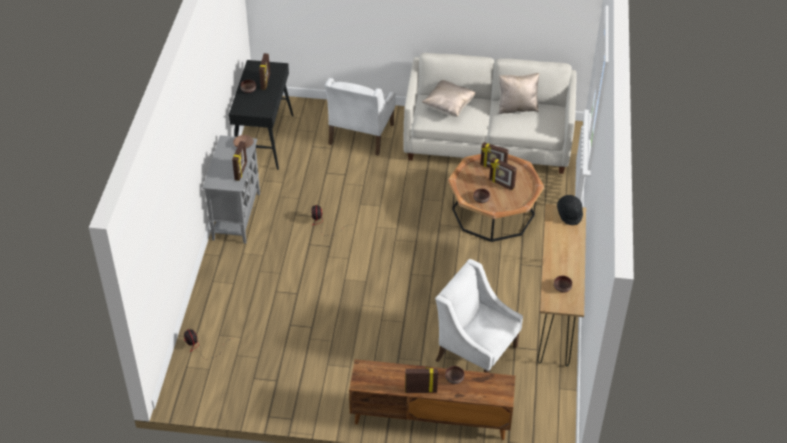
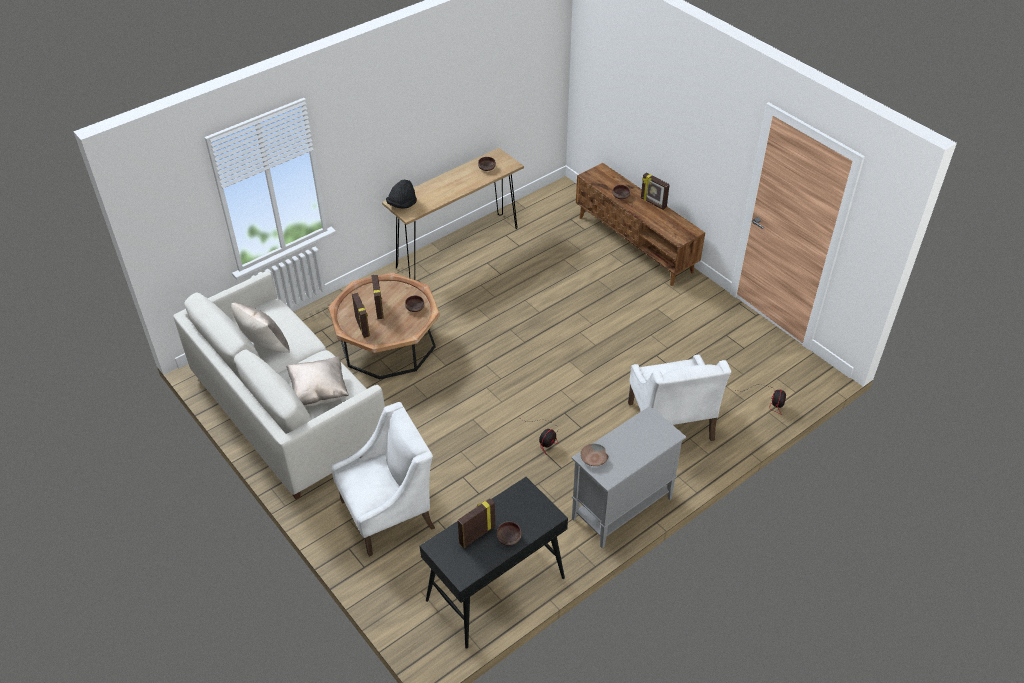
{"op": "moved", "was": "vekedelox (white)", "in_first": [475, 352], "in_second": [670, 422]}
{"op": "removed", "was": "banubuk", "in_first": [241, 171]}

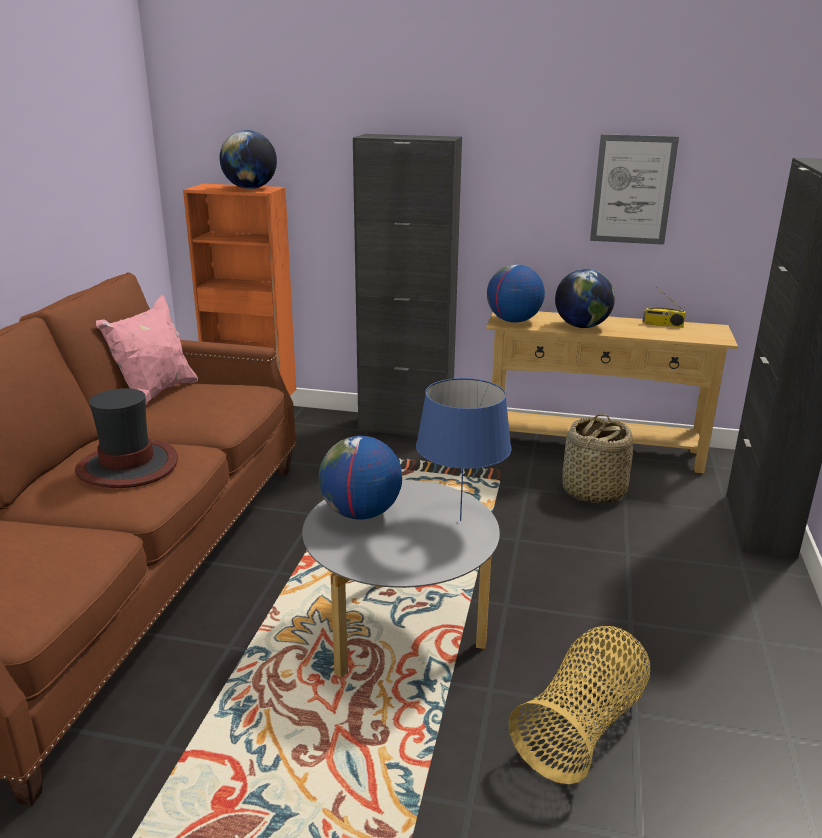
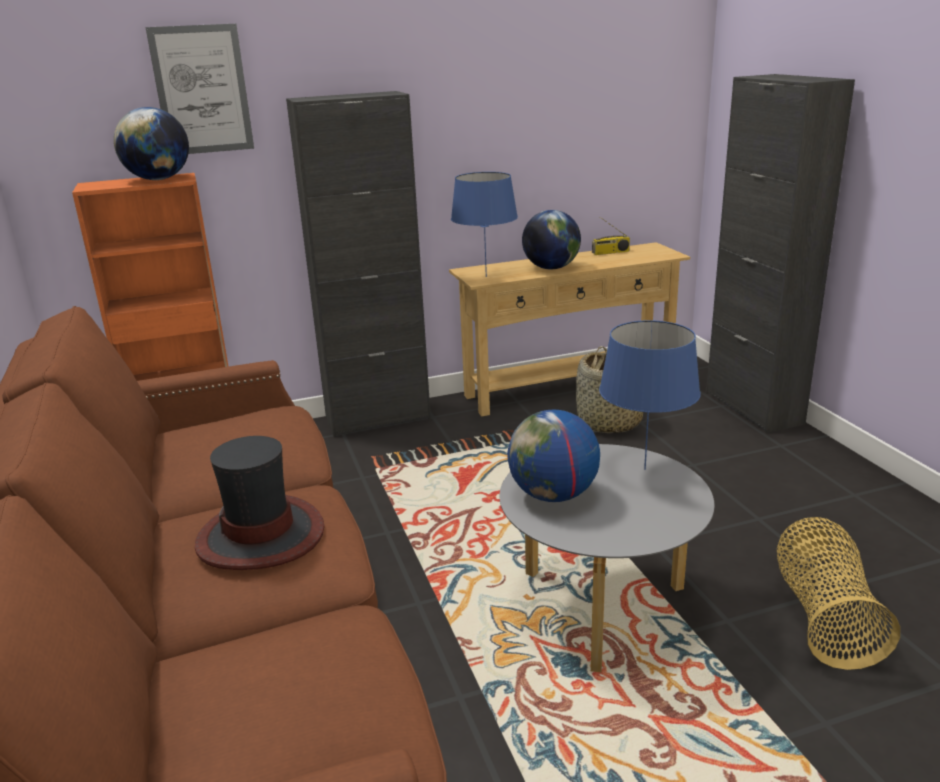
{"op": "moved", "was": "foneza", "in_first": [632, 190], "in_second": [202, 90]}
{"op": "replaced", "was": "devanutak", "now": "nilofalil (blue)", "in_first": [513, 321], "in_second": [486, 276]}
{"op": "removed", "was": "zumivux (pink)", "in_first": [155, 394]}

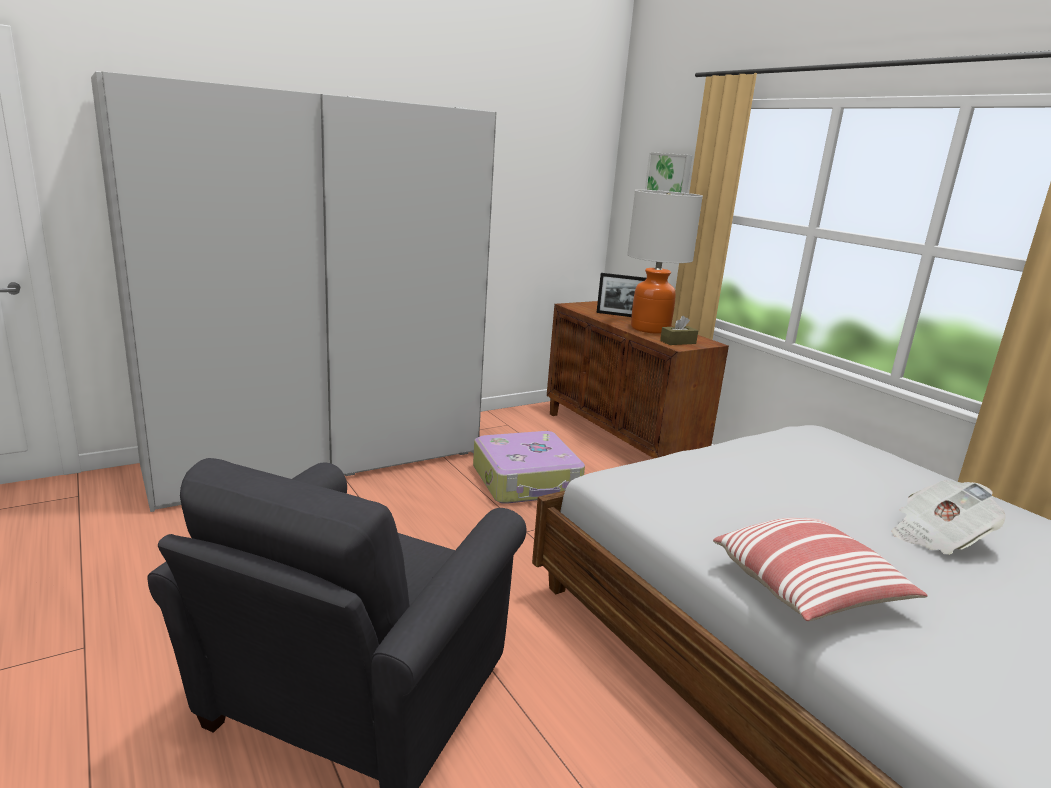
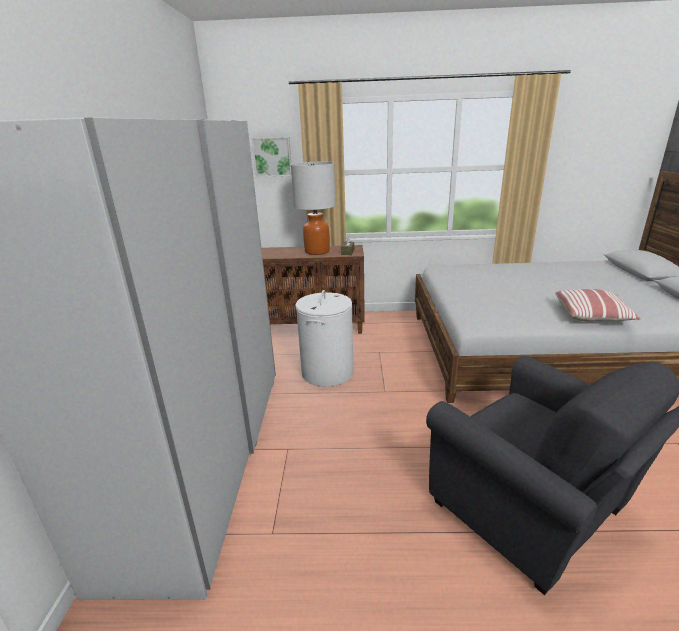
{"op": "replaced", "was": "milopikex", "now": "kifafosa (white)", "in_first": [527, 481], "in_second": [327, 372]}
{"op": "removed", "was": "banubuk", "in_first": [620, 315]}
{"op": "removed", "was": "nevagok", "in_first": [937, 537]}

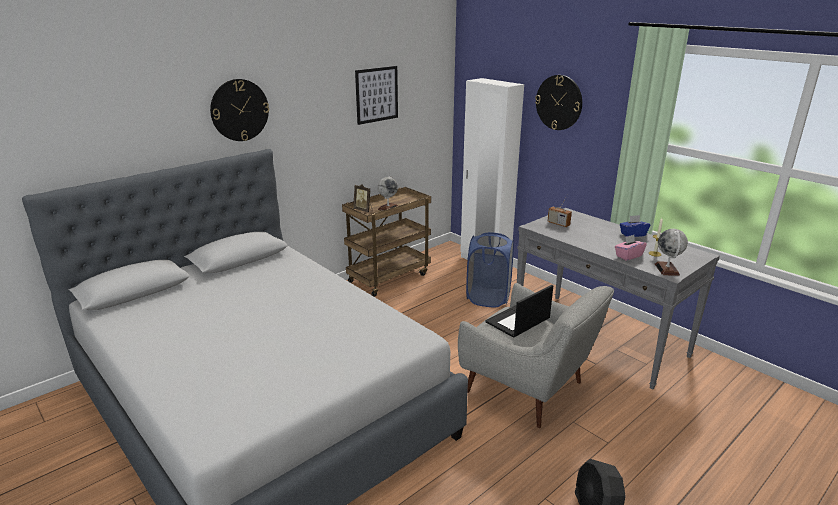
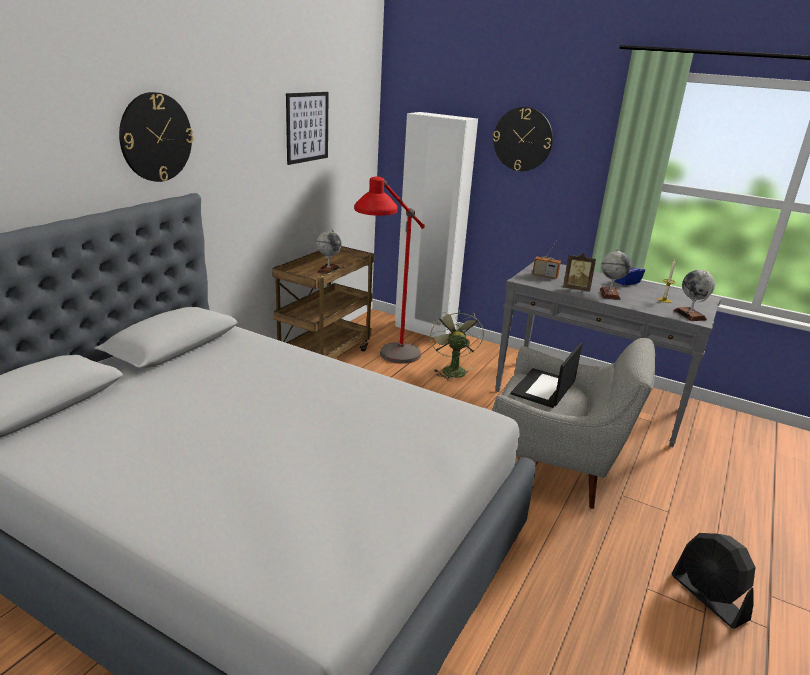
{"op": "added", "now": "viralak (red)", "in_second": [388, 366]}
{"op": "replaced", "was": "kifafosa (blue)", "now": "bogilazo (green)", "in_first": [488, 298], "in_second": [452, 369]}
{"op": "moved", "was": "banubuk", "in_first": [363, 210], "in_second": [576, 289]}
{"op": "added", "now": "devanutak", "in_second": [609, 294]}
{"op": "removed", "was": "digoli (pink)", "in_first": [628, 256]}

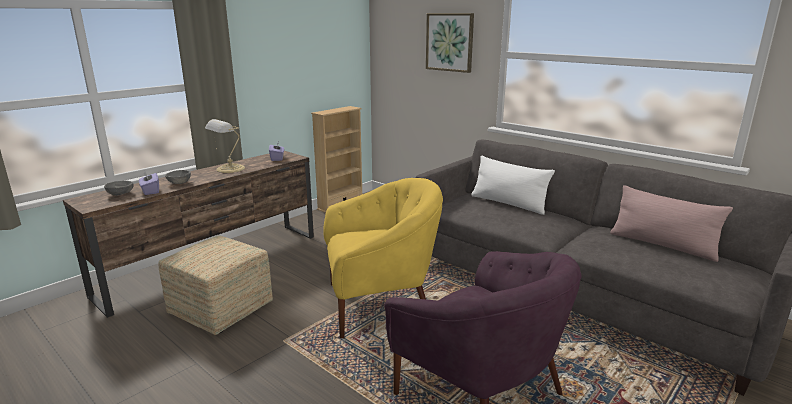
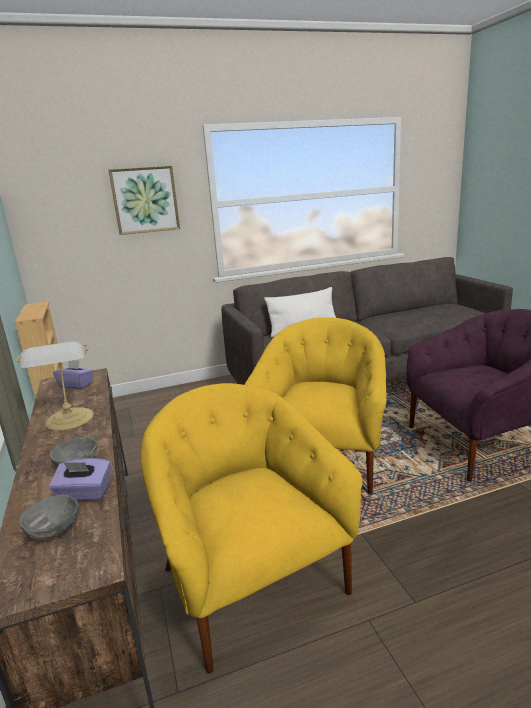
{"op": "replaced", "was": "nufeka", "now": "vekedelox (yellow)", "in_first": [222, 310], "in_second": [251, 580]}
{"op": "removed", "was": "zumivux (pink)", "in_first": [662, 245]}

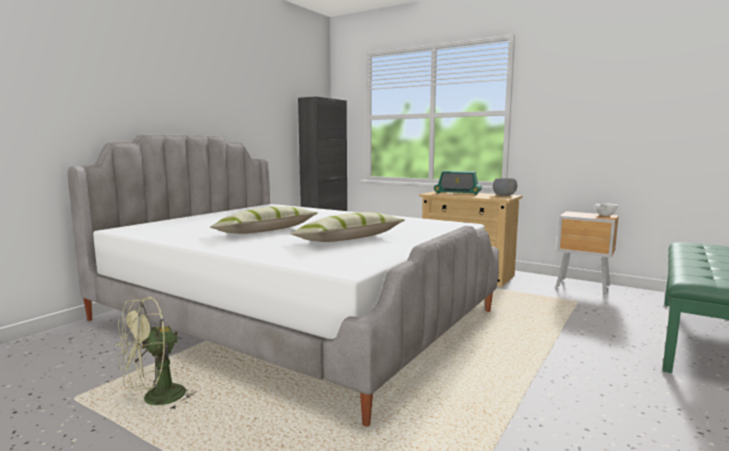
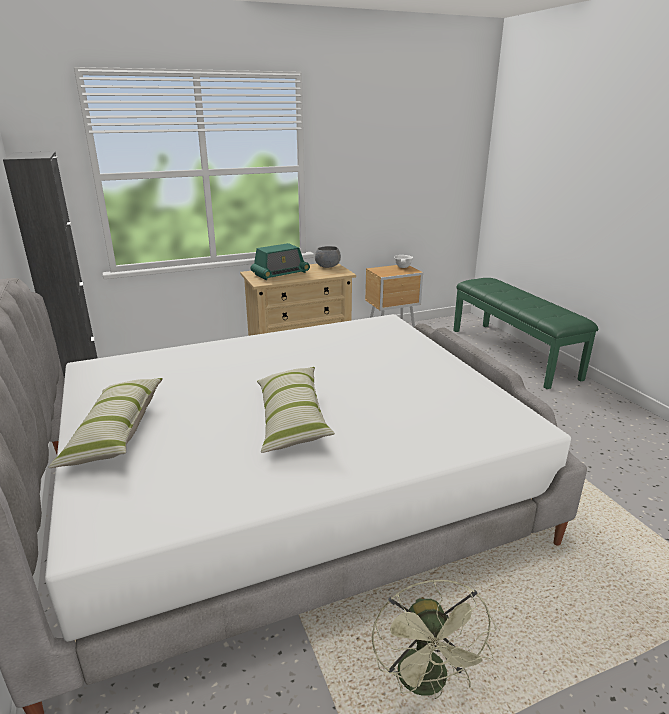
{"op": "moved", "was": "zumivux", "in_first": [349, 239], "in_second": [115, 432]}

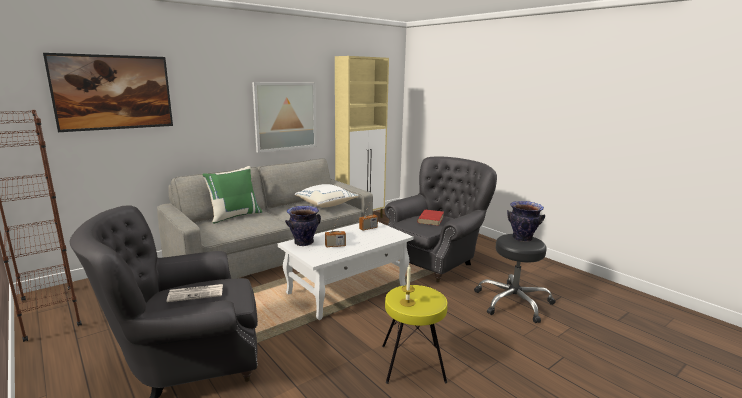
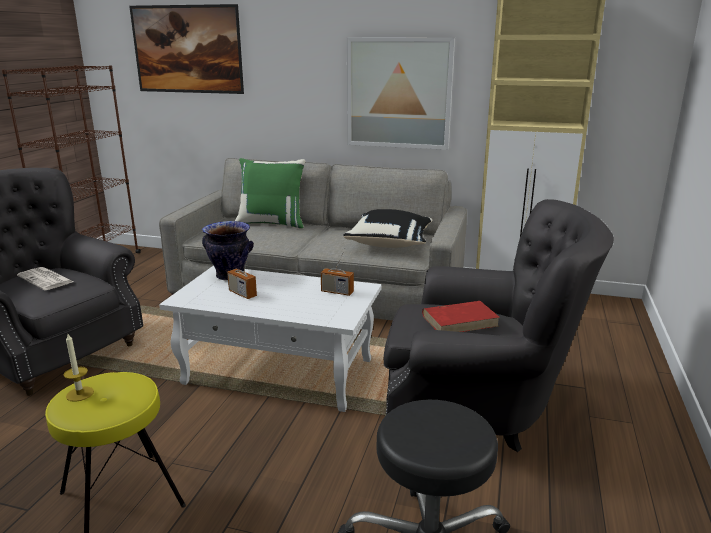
{"op": "recoloured", "was": "zumivux (white)", "now": "zumivux (black)", "in_first": [325, 204], "in_second": [390, 243]}
{"op": "removed", "was": "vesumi", "in_first": [522, 239]}

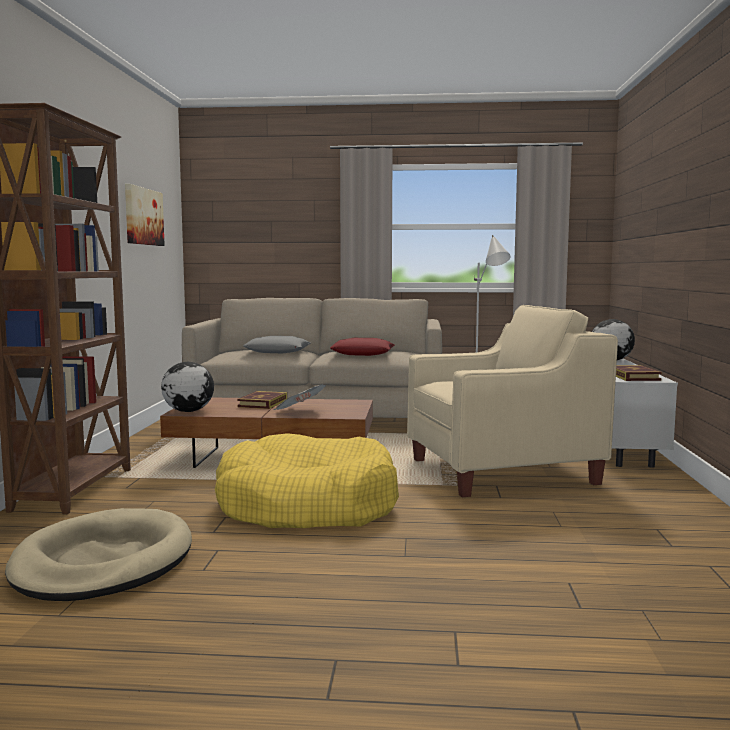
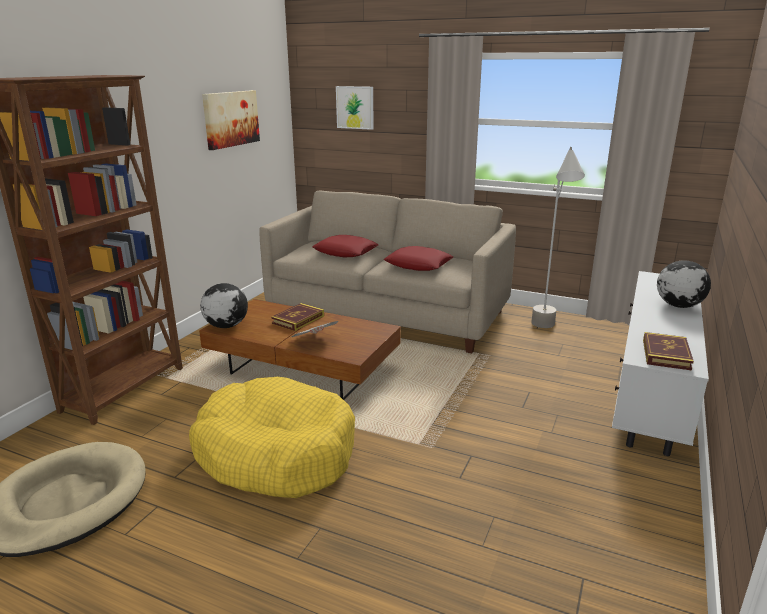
{"op": "recoloured", "was": "zumivux (grey)", "now": "zumivux (red)", "in_first": [277, 351], "in_second": [345, 252]}
{"op": "added", "now": "foneza", "in_second": [355, 107]}
{"op": "removed", "was": "vekedelox (beige)", "in_first": [502, 472]}

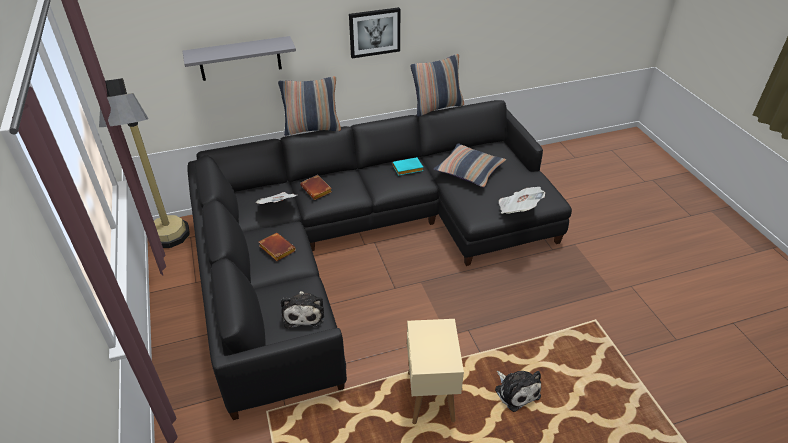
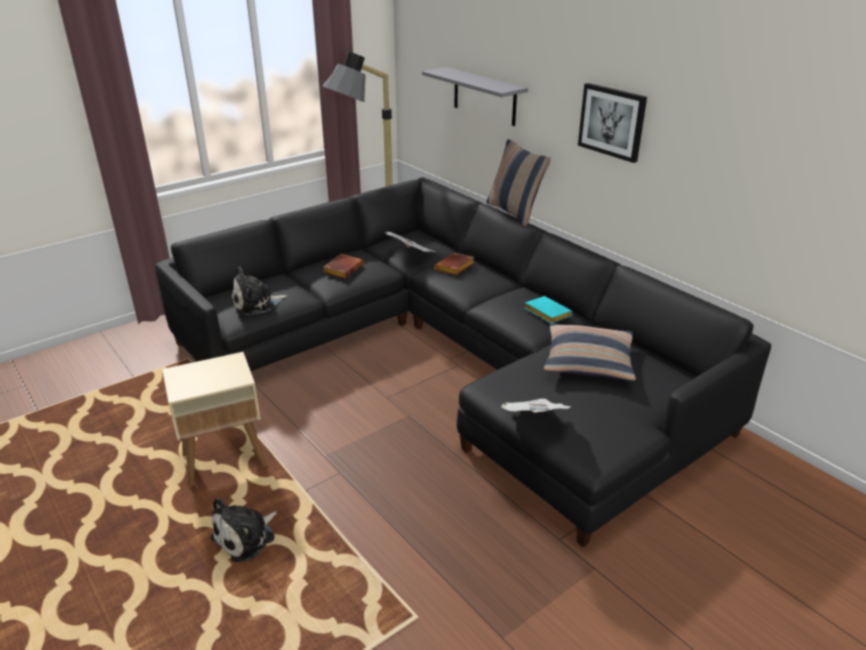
{"op": "removed", "was": "zumivux", "in_first": [437, 107]}

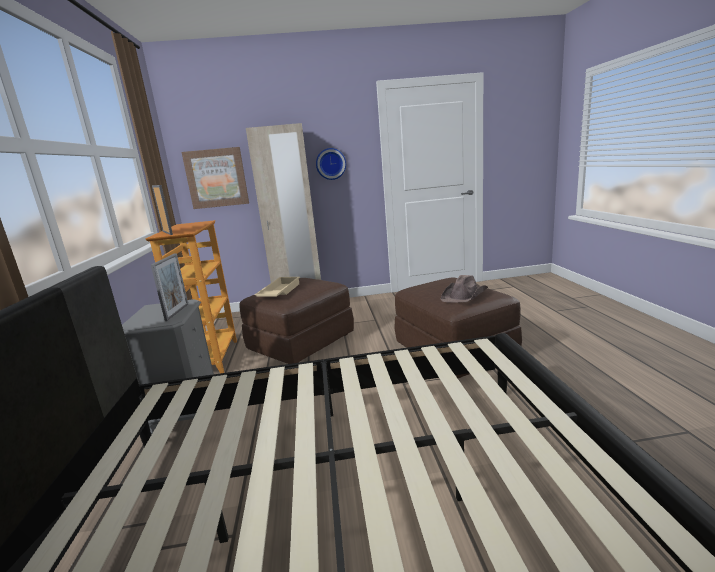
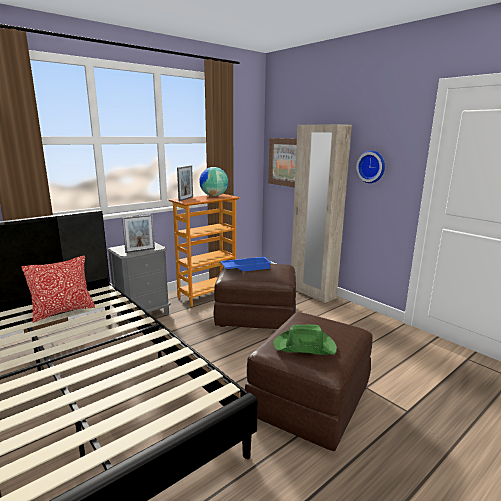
{"op": "added", "now": "zumivux", "in_second": [63, 311]}
{"op": "added", "now": "devanutak", "in_second": [213, 196]}
{"op": "recoloured", "was": "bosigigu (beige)", "now": "bosigigu (blue)", "in_first": [279, 292], "in_second": [245, 267]}
{"op": "recoloured", "was": "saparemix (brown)", "now": "saparemix (green)", "in_first": [464, 295], "in_second": [305, 347]}

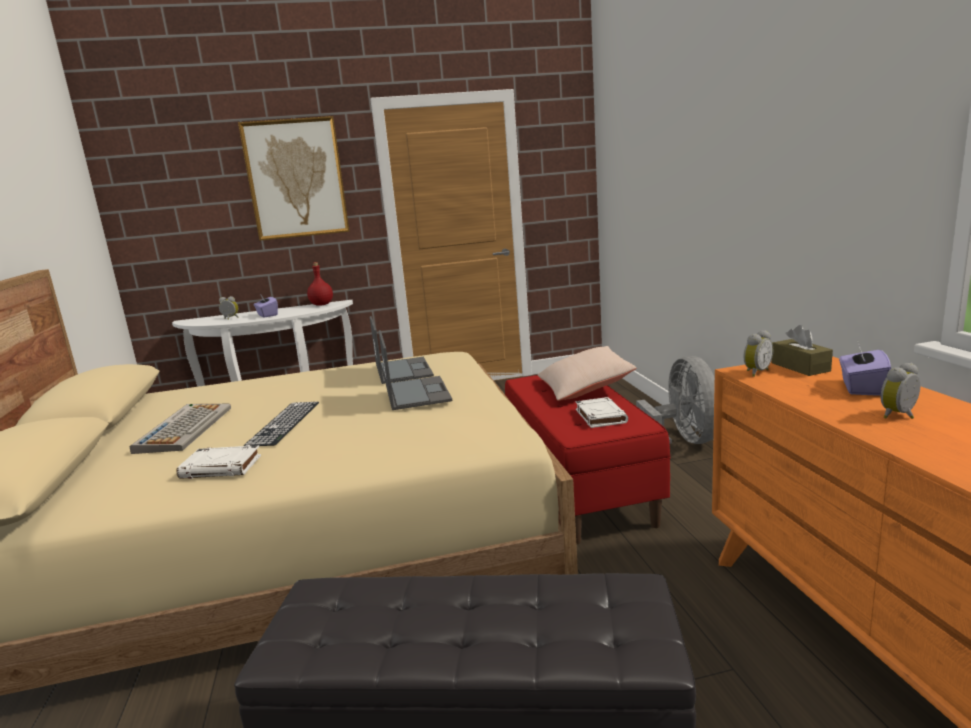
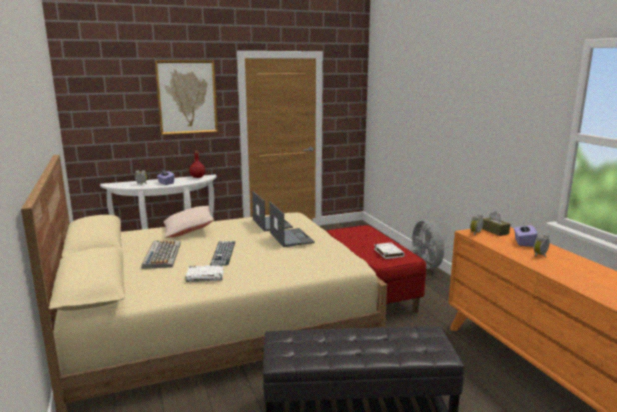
{"op": "moved", "was": "zumivux (beige)", "in_first": [584, 387], "in_second": [188, 230]}

